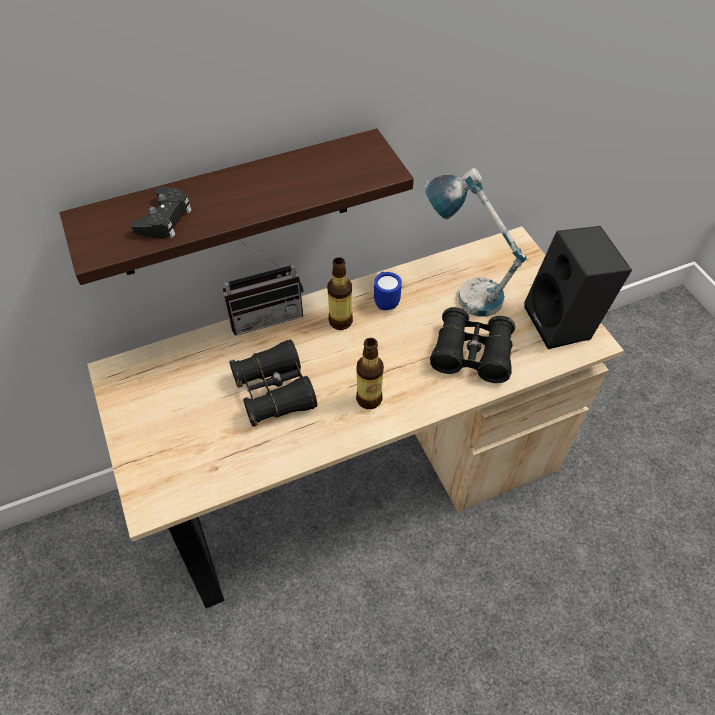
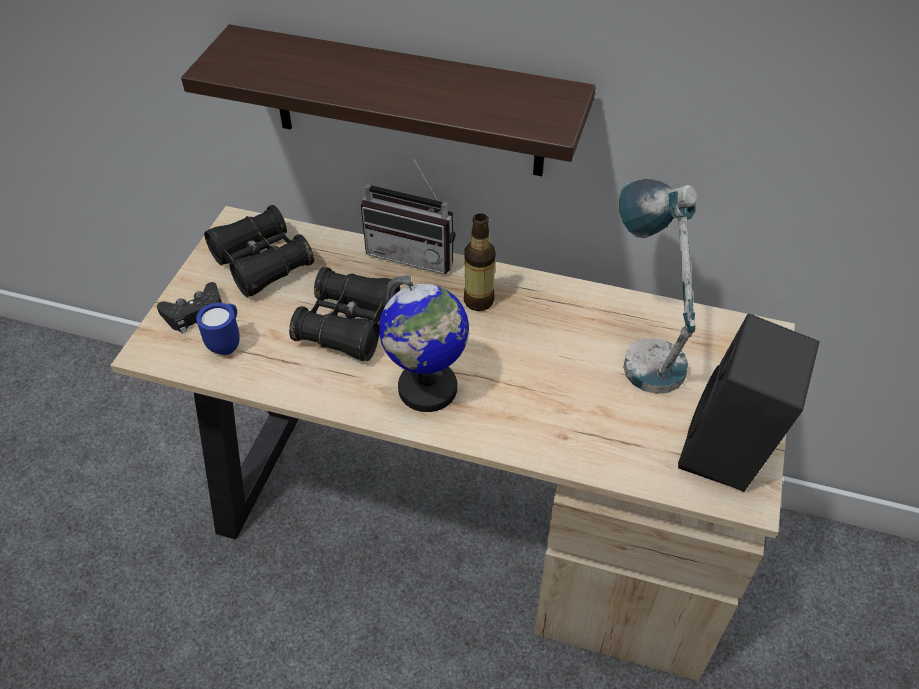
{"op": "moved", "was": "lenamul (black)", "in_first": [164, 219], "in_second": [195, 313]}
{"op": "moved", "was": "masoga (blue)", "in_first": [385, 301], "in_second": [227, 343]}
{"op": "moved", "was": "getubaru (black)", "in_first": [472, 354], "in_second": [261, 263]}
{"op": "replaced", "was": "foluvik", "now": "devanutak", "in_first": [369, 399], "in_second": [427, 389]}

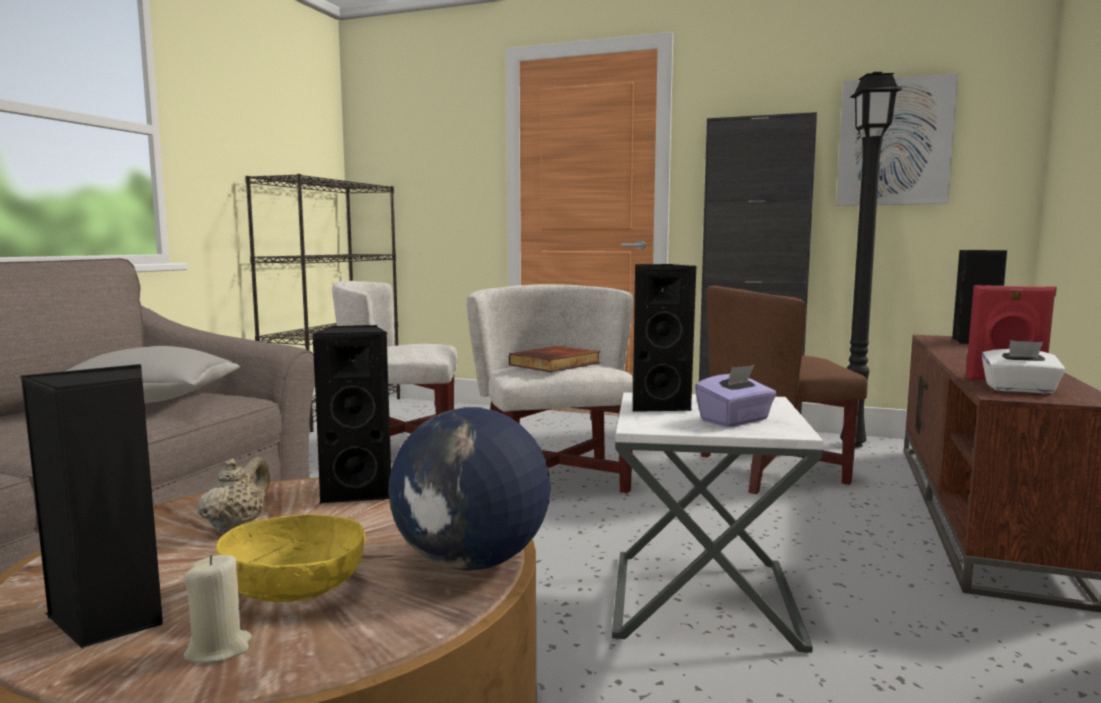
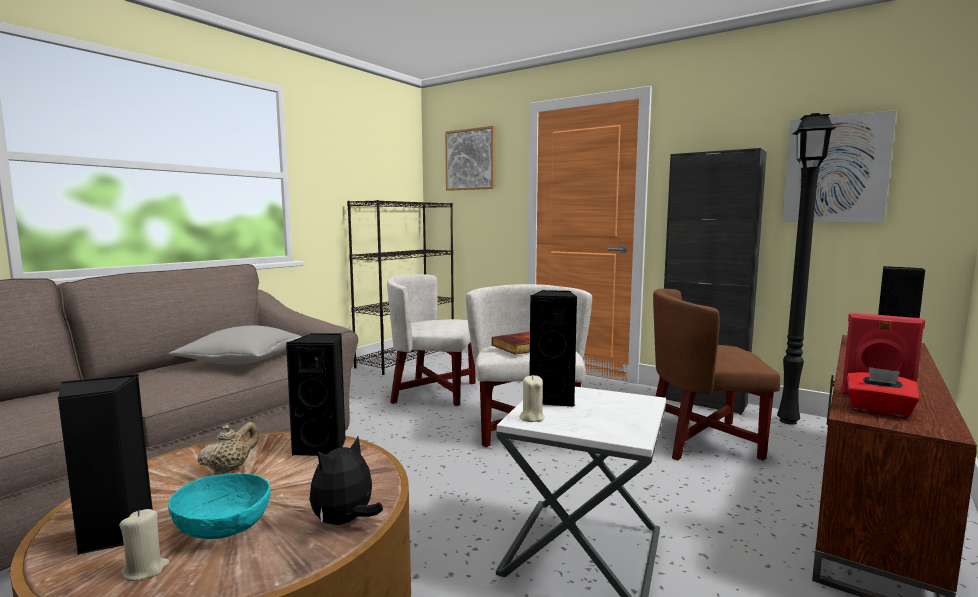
{"op": "recoloured", "was": "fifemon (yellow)", "now": "fifemon (turquoise)", "in_first": [296, 589], "in_second": [224, 527]}
{"op": "replaced", "was": "devanutak", "now": "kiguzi", "in_first": [472, 563], "in_second": [345, 522]}
{"op": "added", "now": "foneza", "in_second": [471, 159]}
{"op": "added", "now": "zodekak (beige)", "in_second": [531, 417]}
{"op": "recoloured", "was": "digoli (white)", "now": "digoli (red)", "in_first": [1020, 389], "in_second": [879, 410]}
{"op": "removed", "was": "digoli (purple)", "in_first": [735, 421]}

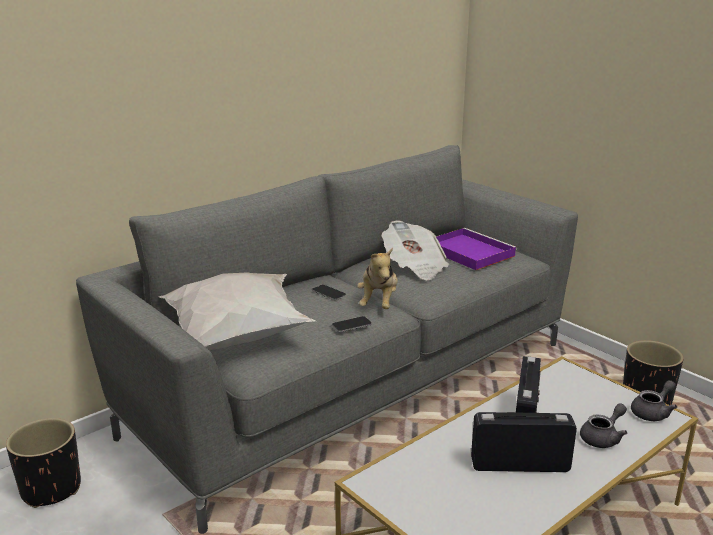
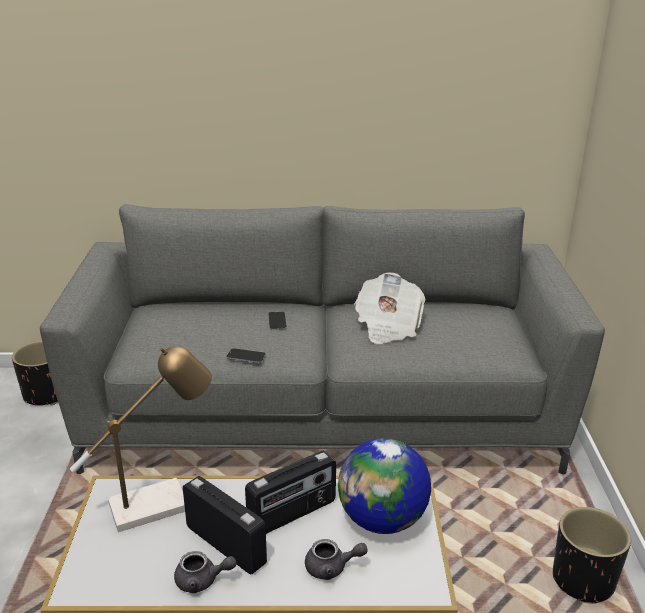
{"op": "added", "now": "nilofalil", "in_second": [159, 503]}
{"op": "moved", "was": "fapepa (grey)", "in_first": [653, 412], "in_second": [202, 581]}
{"op": "added", "now": "devanutak", "in_second": [382, 520]}
{"op": "removed", "was": "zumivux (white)", "in_first": [238, 337]}
{"op": "removed", "was": "kiguzi", "in_first": [379, 303]}
{"op": "removed", "was": "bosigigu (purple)", "in_first": [468, 252]}

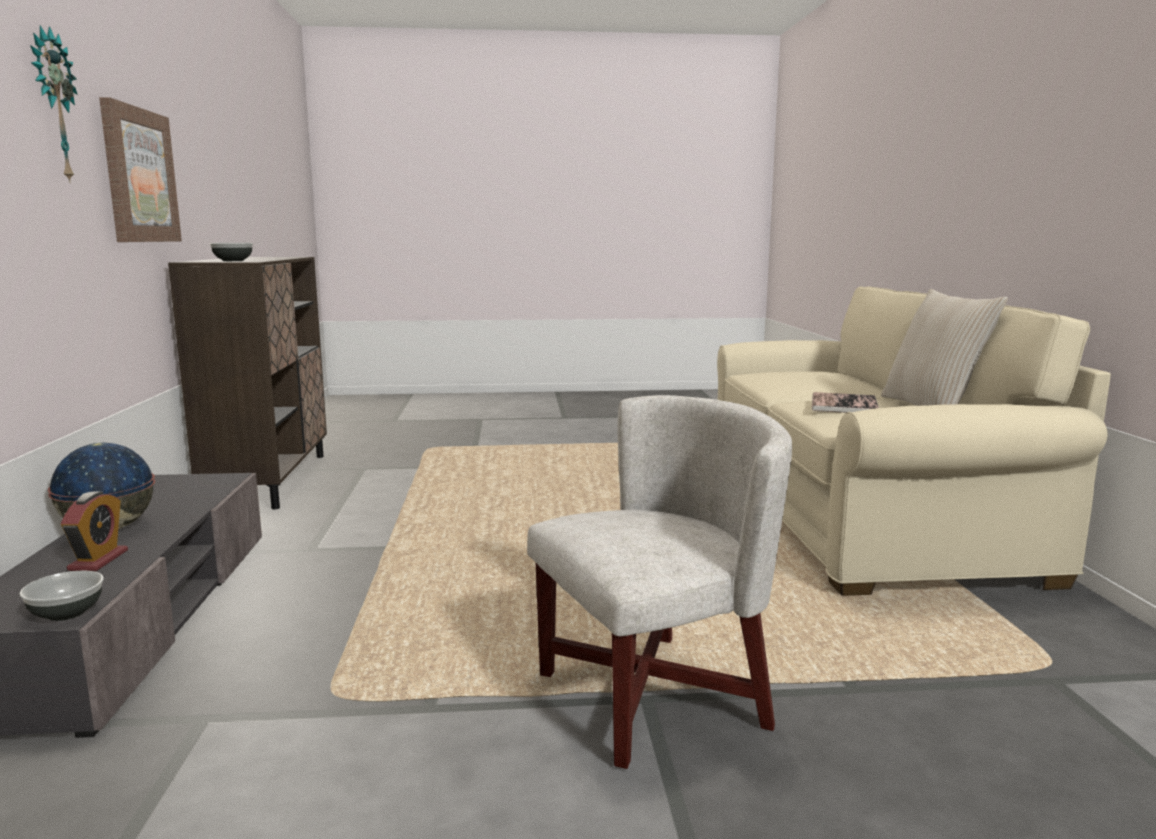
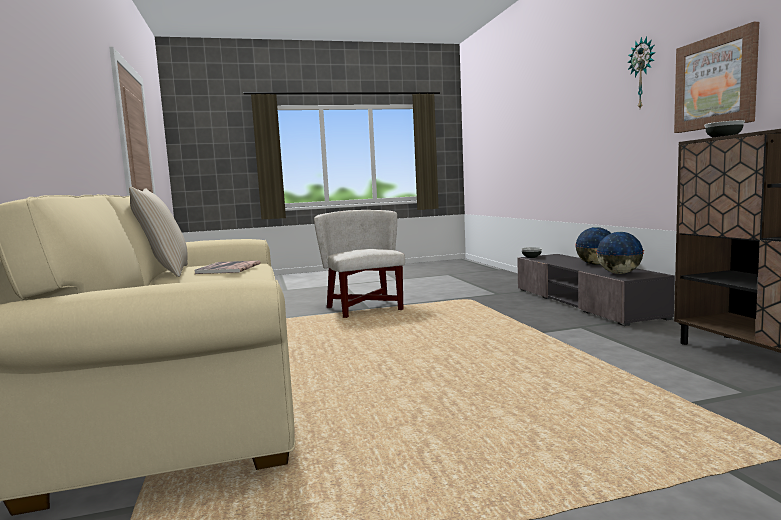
{"op": "turned", "was": "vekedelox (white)", "in_first": [652, 696], "in_second": [365, 308], "clockwise": 105}
{"op": "added", "now": "devanutak", "in_second": [619, 273]}
{"op": "removed", "was": "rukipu", "in_first": [98, 560]}

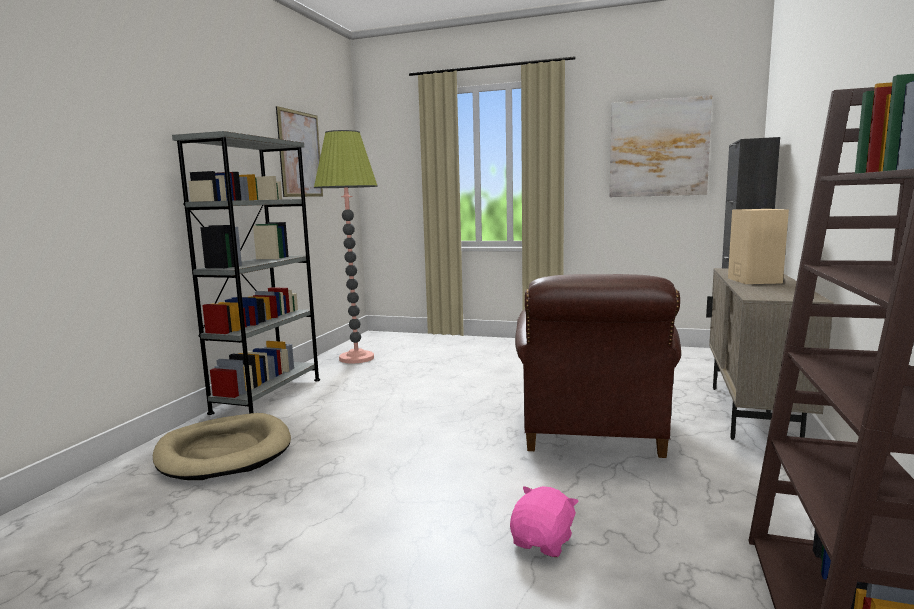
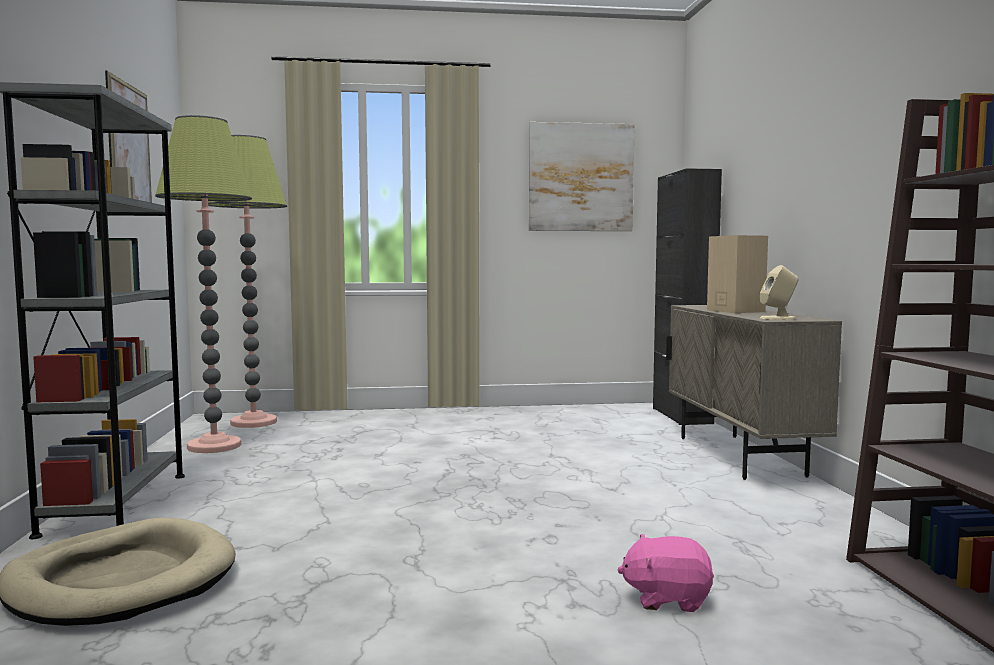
{"op": "added", "now": "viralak", "in_second": [253, 422]}
{"op": "turned", "was": "kiguzi (pink)", "in_first": [543, 542], "in_second": [667, 598], "clockwise": -90}
{"op": "added", "now": "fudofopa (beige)", "in_second": [778, 318]}
{"op": "removed", "was": "vekedelox (brown)", "in_first": [592, 432]}

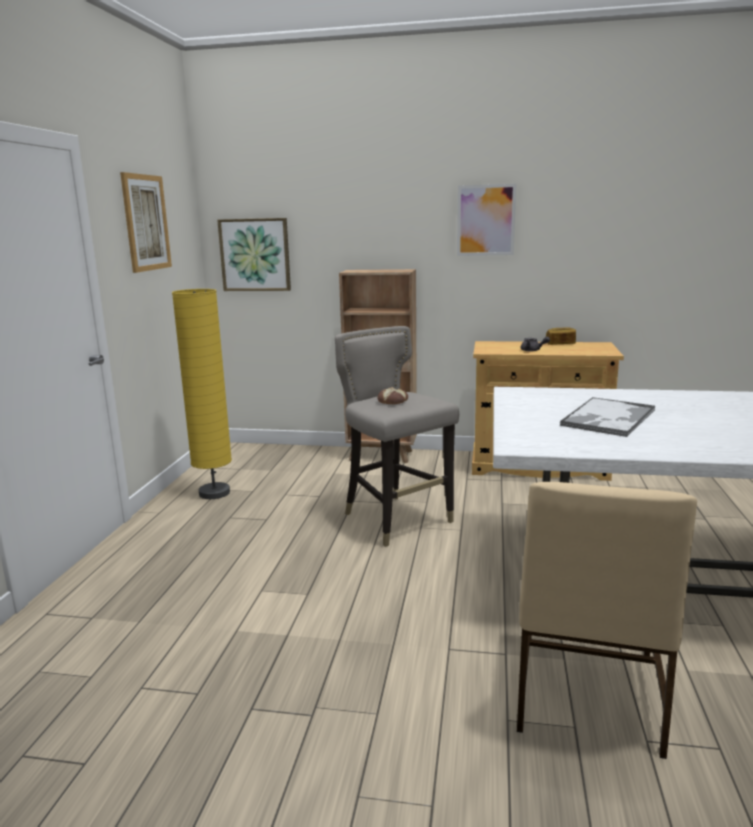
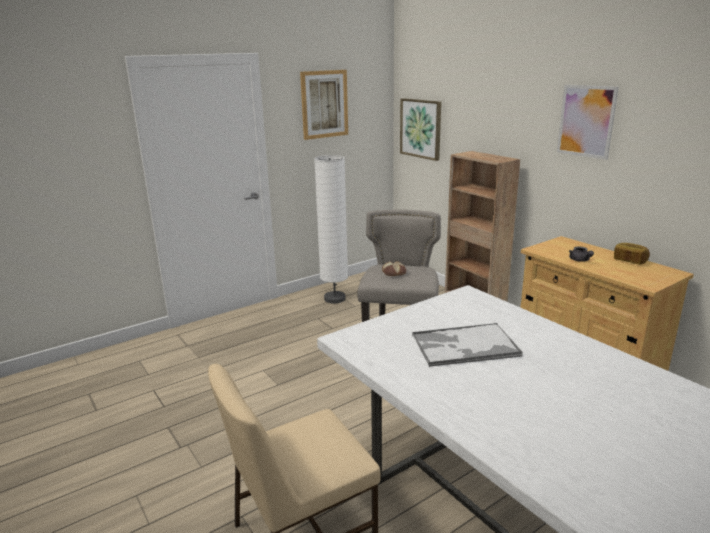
{"op": "recoloured", "was": "viralak (yellow)", "now": "viralak (white)", "in_first": [214, 493], "in_second": [334, 299]}

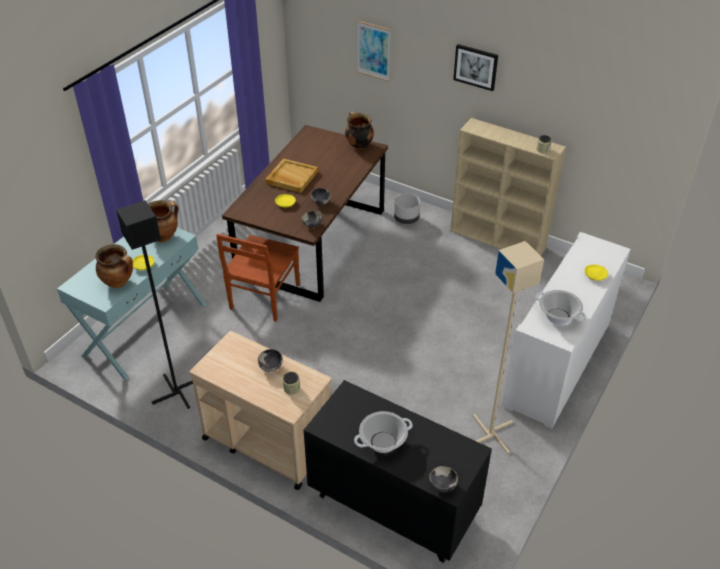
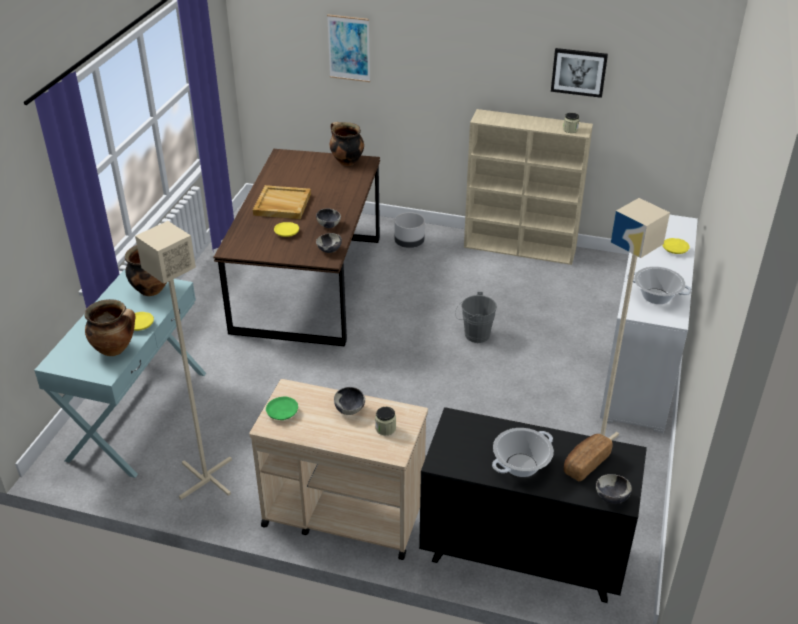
{"op": "recoloured", "was": "viralak (black)", "now": "viralak (beige)", "in_first": [176, 392], "in_second": [205, 479]}
{"op": "added", "now": "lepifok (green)", "in_second": [282, 412]}
{"op": "added", "now": "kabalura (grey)", "in_second": [474, 335]}
{"op": "moved", "was": "foneza", "in_first": [476, 67], "in_second": [579, 72]}
{"op": "added", "now": "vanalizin", "in_second": [585, 464]}
{"op": "removed", "was": "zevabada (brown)", "in_first": [263, 297]}

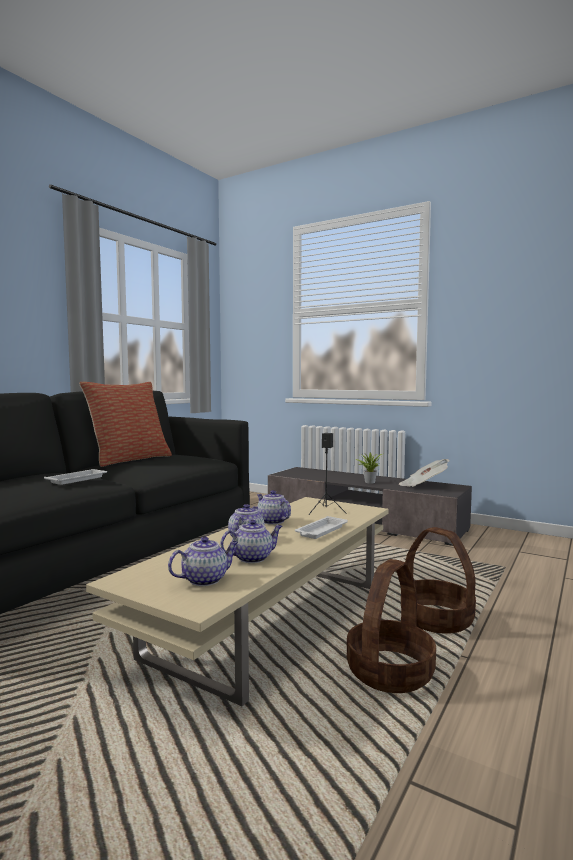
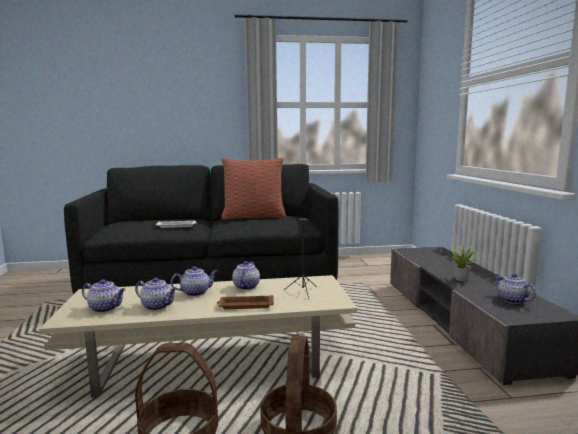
{"op": "recoloured", "was": "bosigigu (white)", "now": "bosigigu (brown)", "in_first": [321, 531], "in_second": [245, 305]}
{"op": "replaced", "was": "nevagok", "now": "fapepa", "in_first": [423, 486], "in_second": [511, 300]}

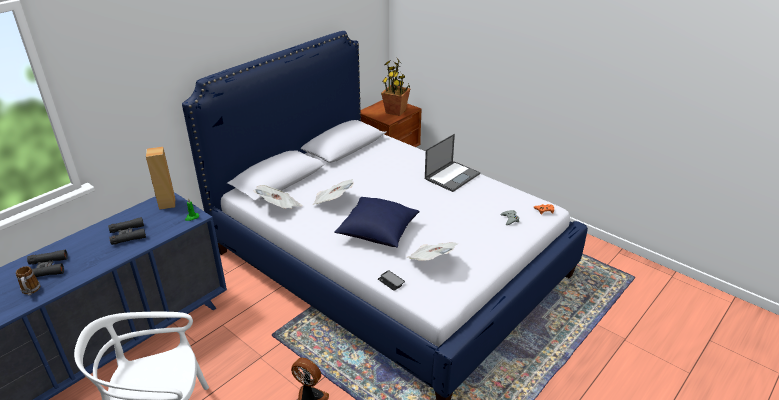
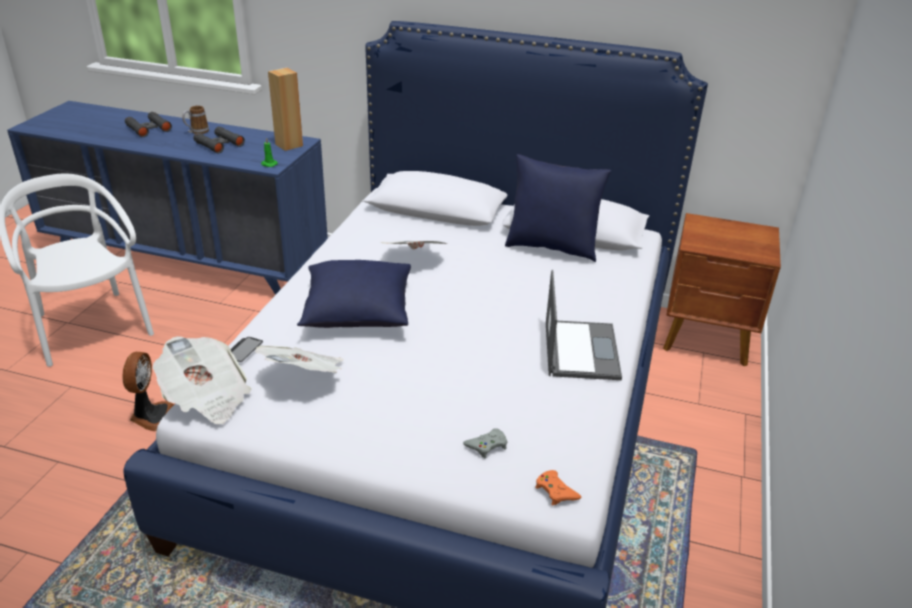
{"op": "moved", "was": "nevagok", "in_first": [279, 207], "in_second": [206, 397]}
{"op": "moved", "was": "masoga", "in_first": [31, 291], "in_second": [196, 132]}
{"op": "added", "now": "zumivux (blue)", "in_second": [551, 247]}
{"op": "turned", "was": "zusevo", "in_first": [452, 176], "in_second": [580, 349], "clockwise": -105}
{"op": "removed", "was": "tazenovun", "in_first": [396, 111]}

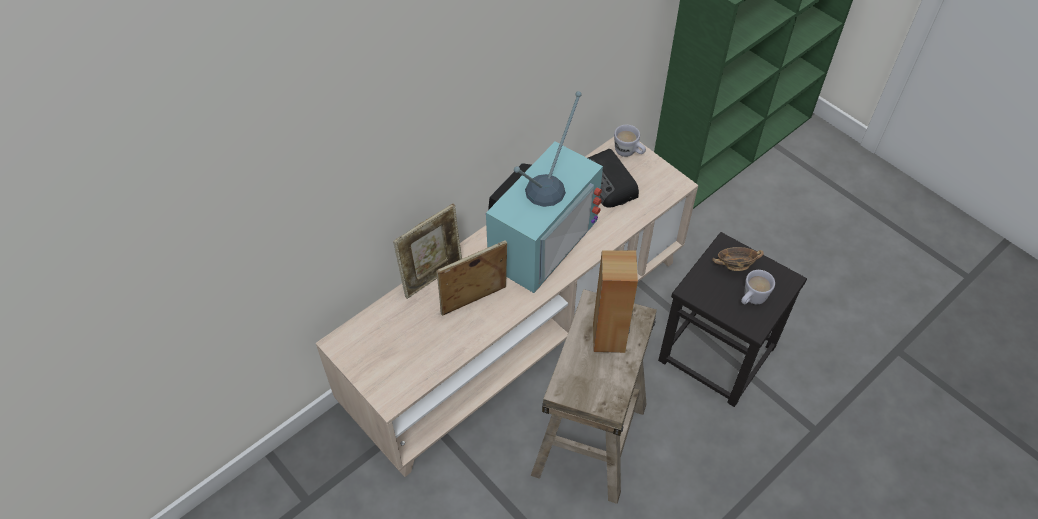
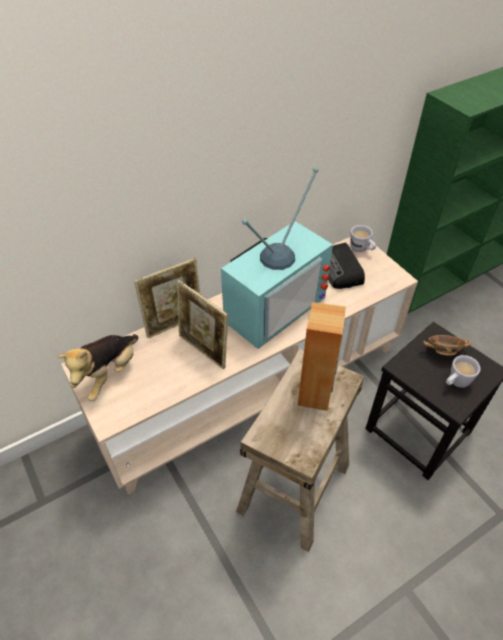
{"op": "added", "now": "kiguzi", "in_second": [108, 374]}
{"op": "turned", "was": "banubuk", "in_first": [474, 303], "in_second": [204, 350], "clockwise": -120}

